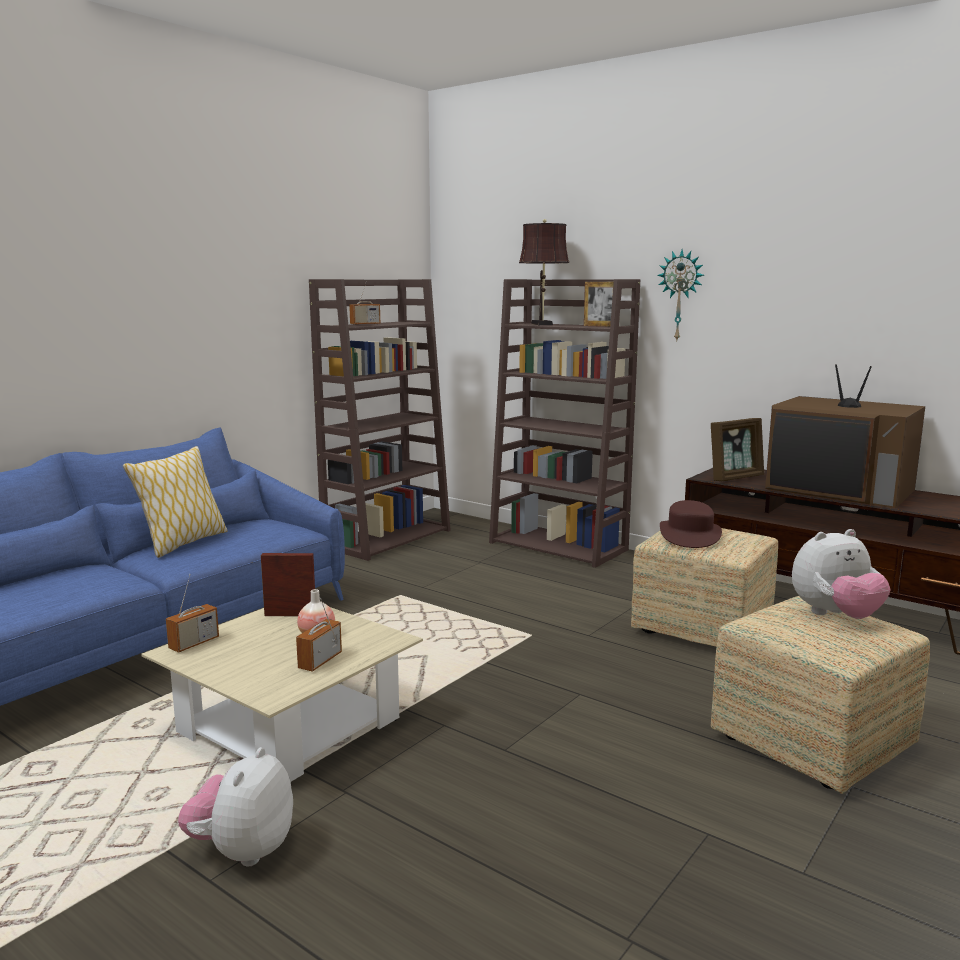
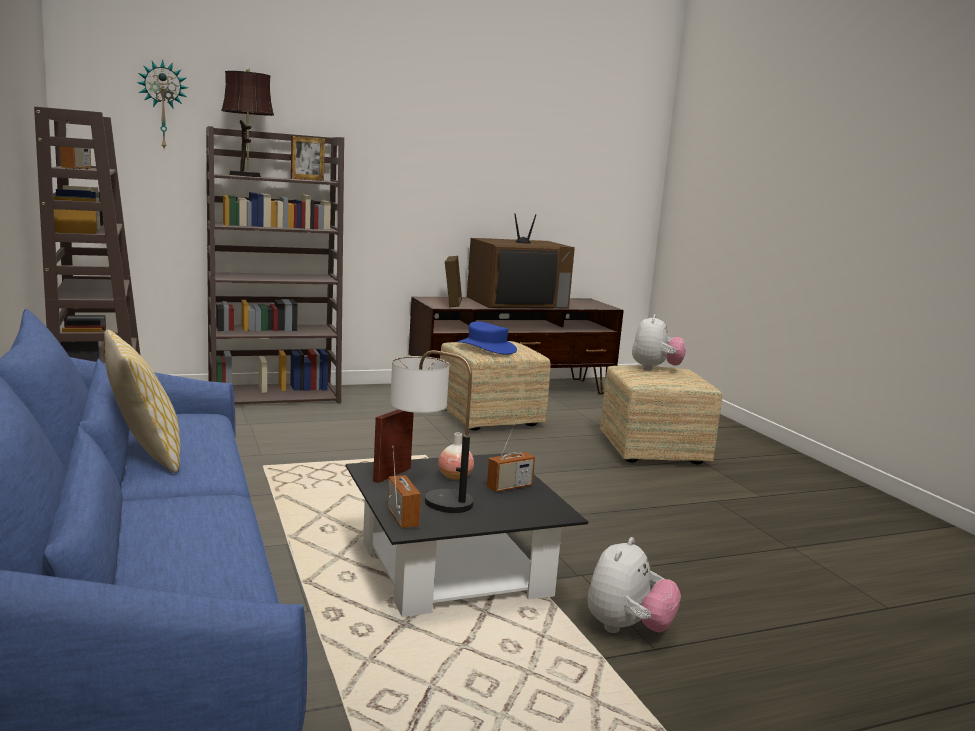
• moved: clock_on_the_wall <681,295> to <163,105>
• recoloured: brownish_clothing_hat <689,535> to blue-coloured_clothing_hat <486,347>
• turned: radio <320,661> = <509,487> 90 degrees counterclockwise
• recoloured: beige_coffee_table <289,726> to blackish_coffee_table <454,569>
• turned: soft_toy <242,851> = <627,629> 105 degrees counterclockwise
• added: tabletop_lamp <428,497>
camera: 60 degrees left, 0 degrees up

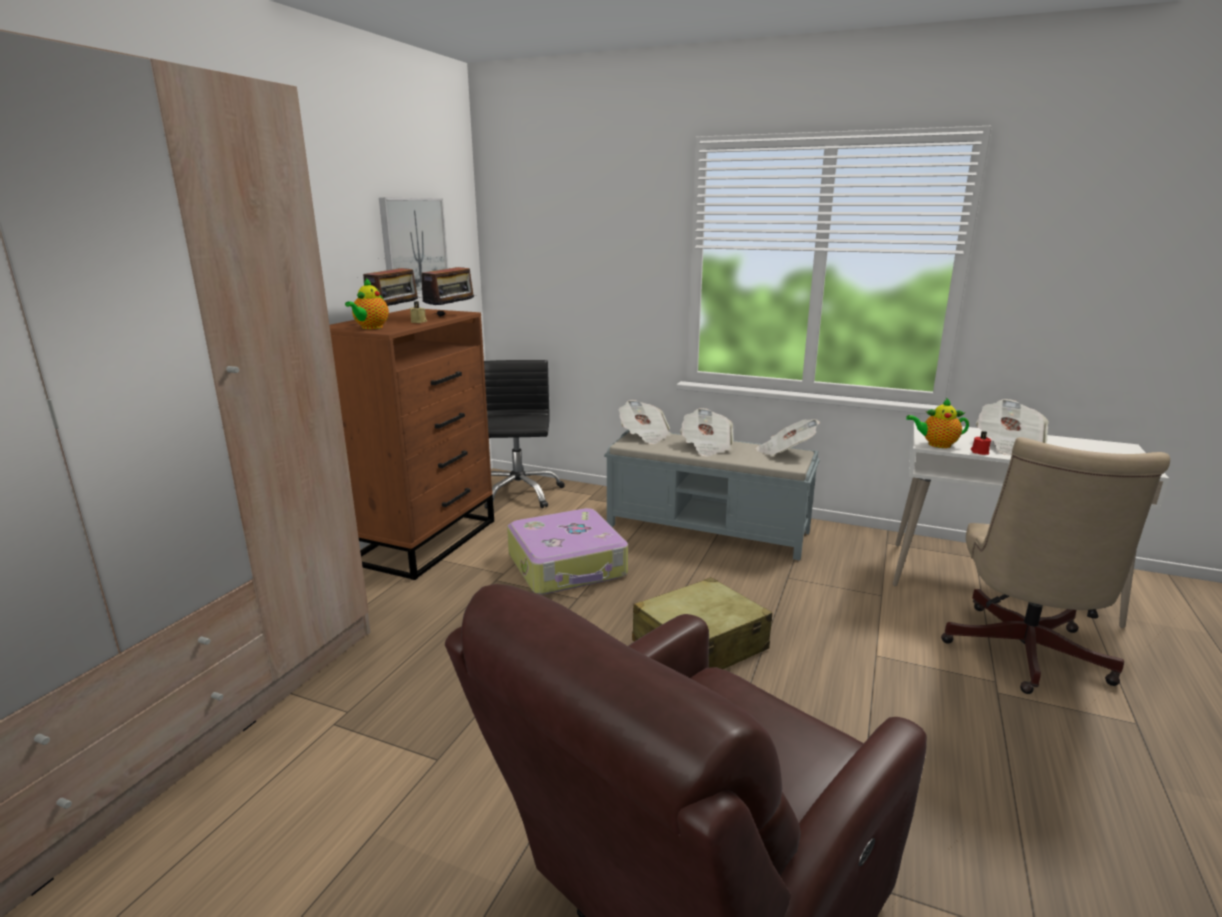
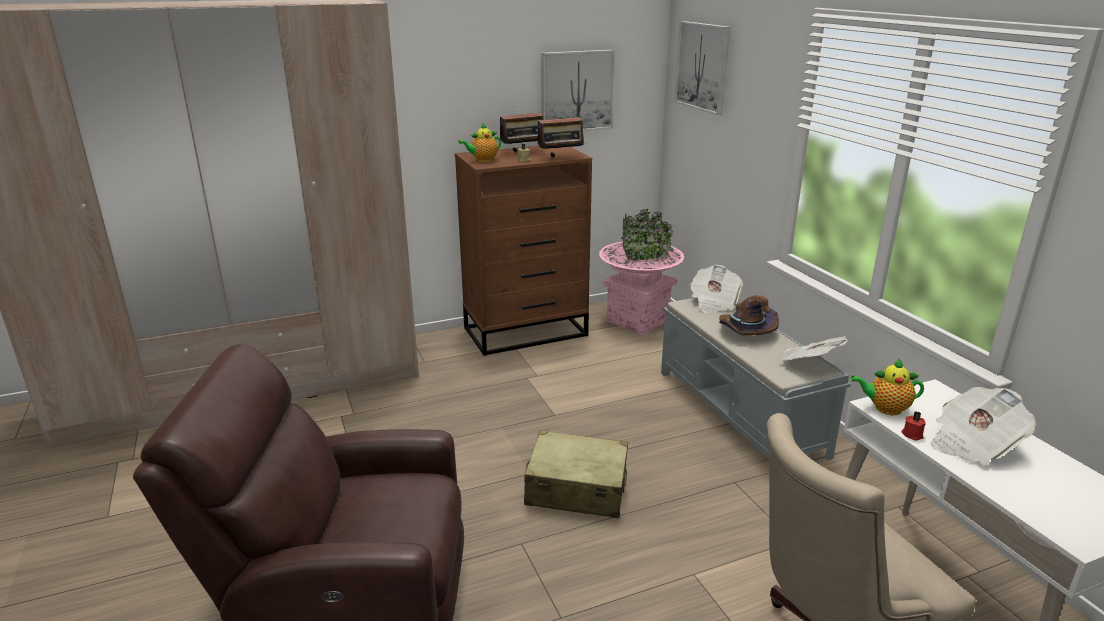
• replaced: blackish_desk_chair <518,493> to pinkish_planter <638,320>
• turned: tea_pot <936,444> = <885,408> 45 degrees counterclockwise
• replaced: newspaper <706,447> to brownish_clothing_hat <745,331>
• removed: piece_of_luggage <568,566>
• added: wall_art <703,66>
camera: 45 degrees right, 5 degrees up

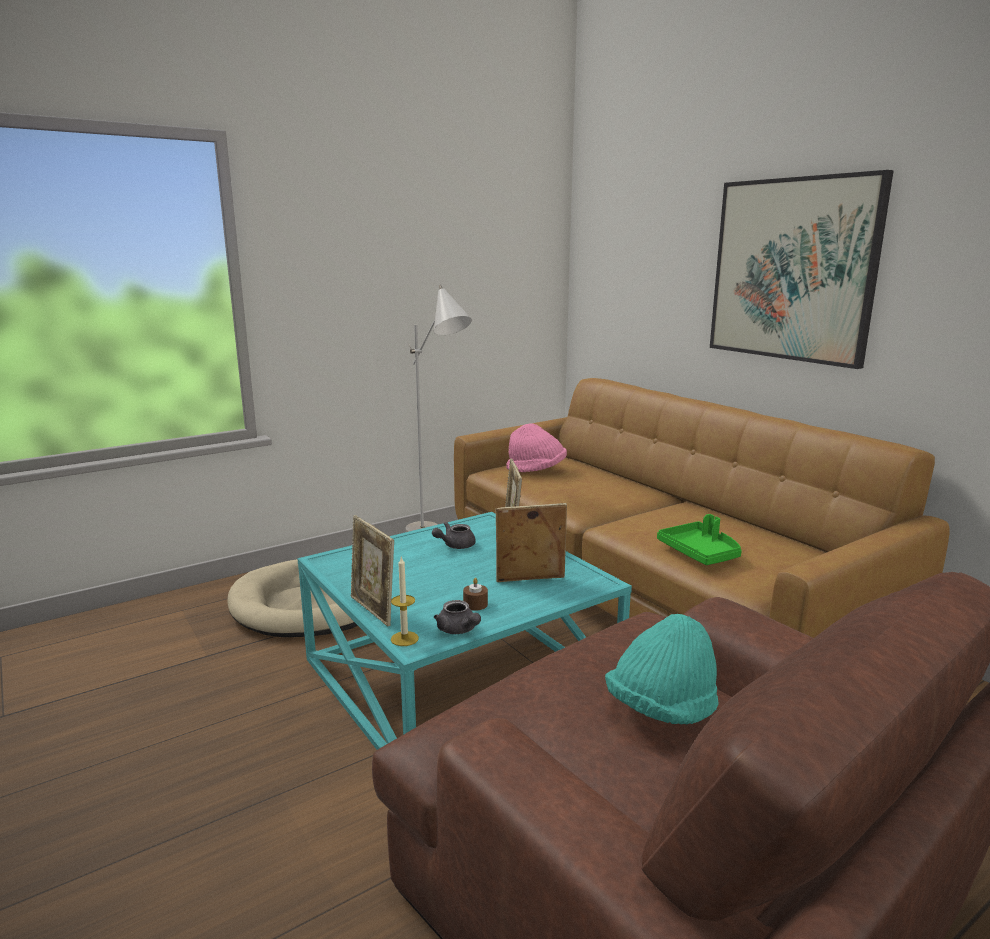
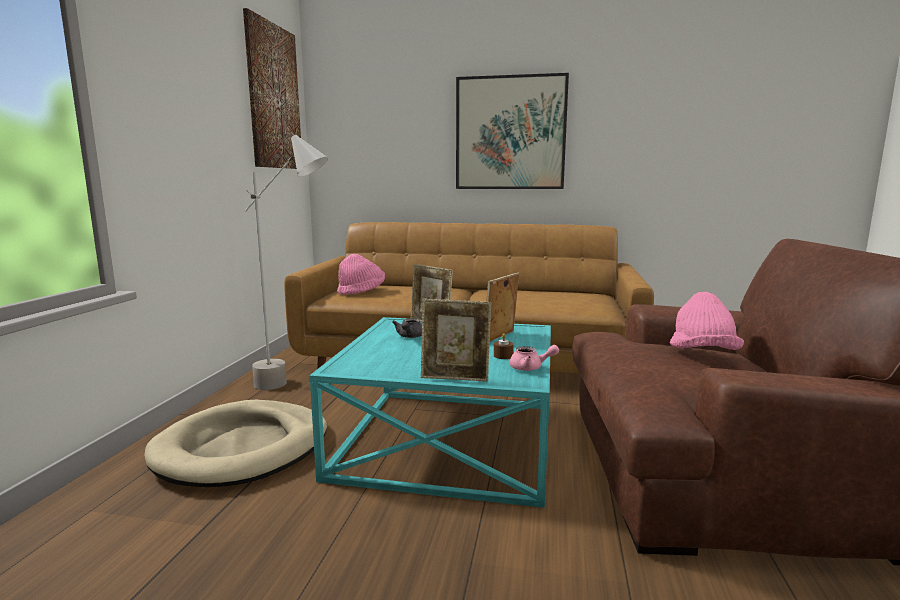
• removed: green_serving_tray <700,553>
• removed: wax_light <404,638>
• recoloured: greyish_tea_pot <458,630> to pinkish_tea_pot <530,368>
• recoloured: turquoise-coloured_clothing_hat <661,709> to pinkish_clothing_hat <702,354>
• added: wall_art <273,97>
camera: 45 degrees left, 5 degrees down

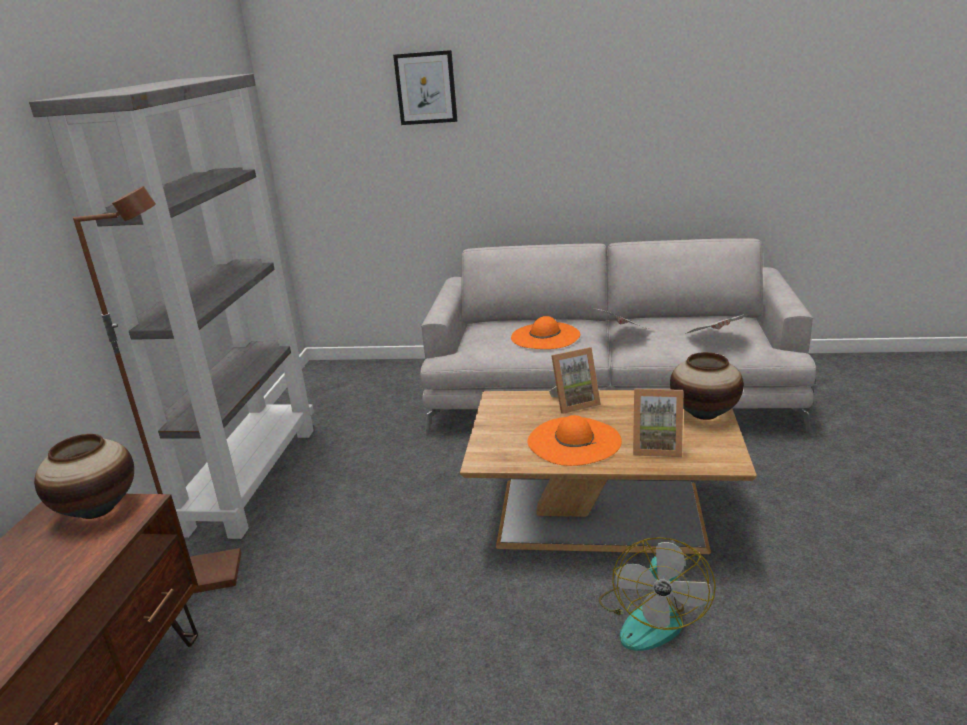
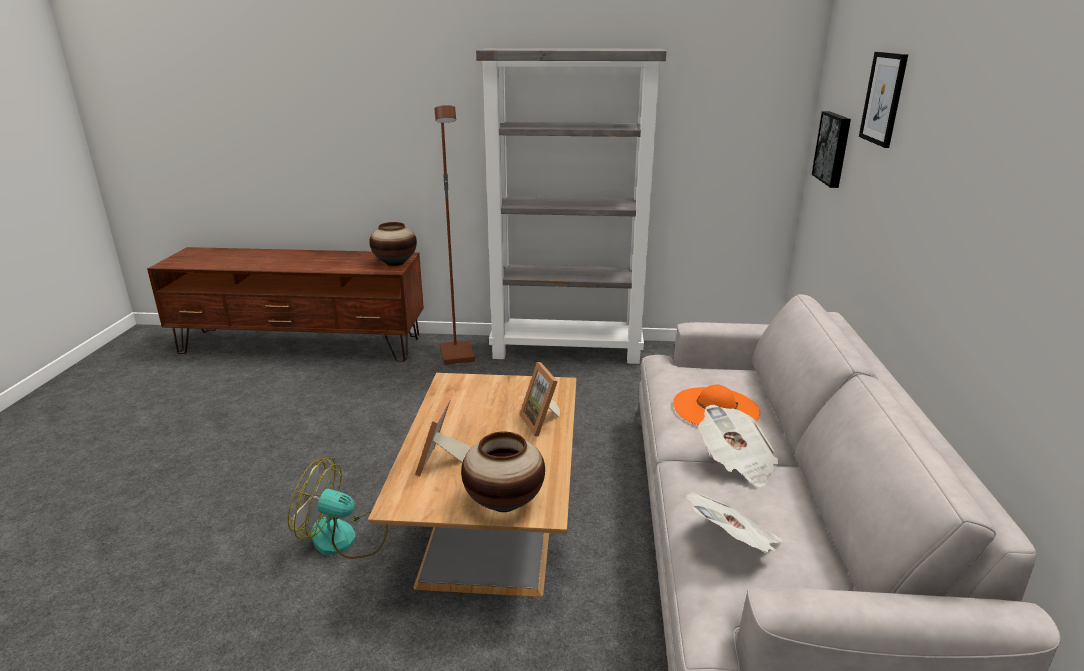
• removed: orange-coloured_clothing_hat <574,441>
• added: wall_art <834,148>
camera: 85 degrees right, 0 degrees up

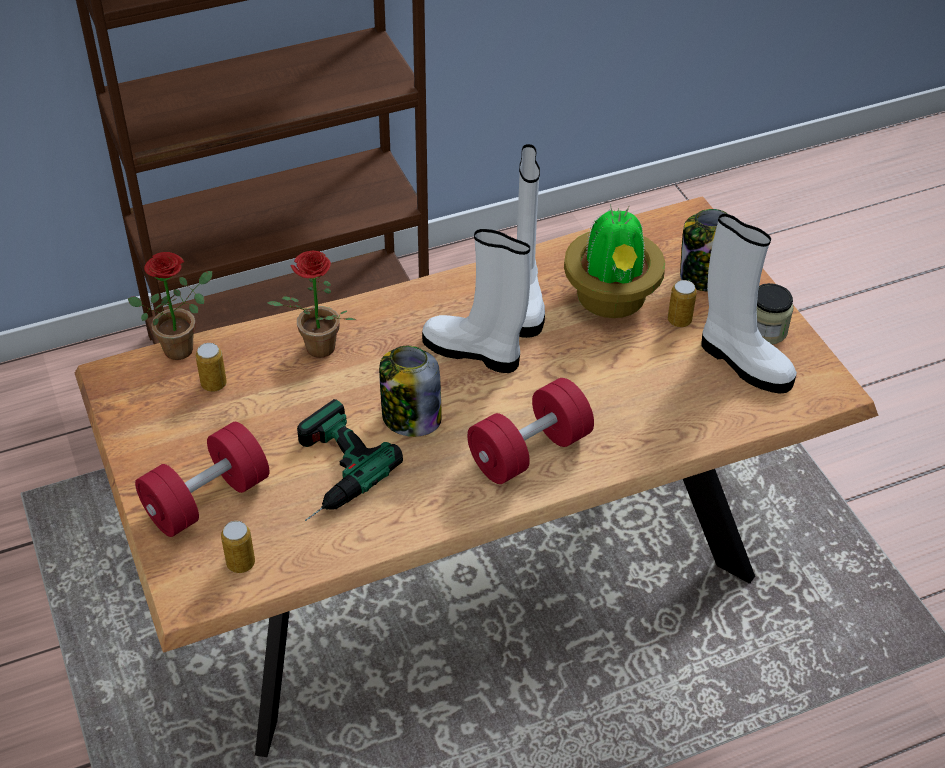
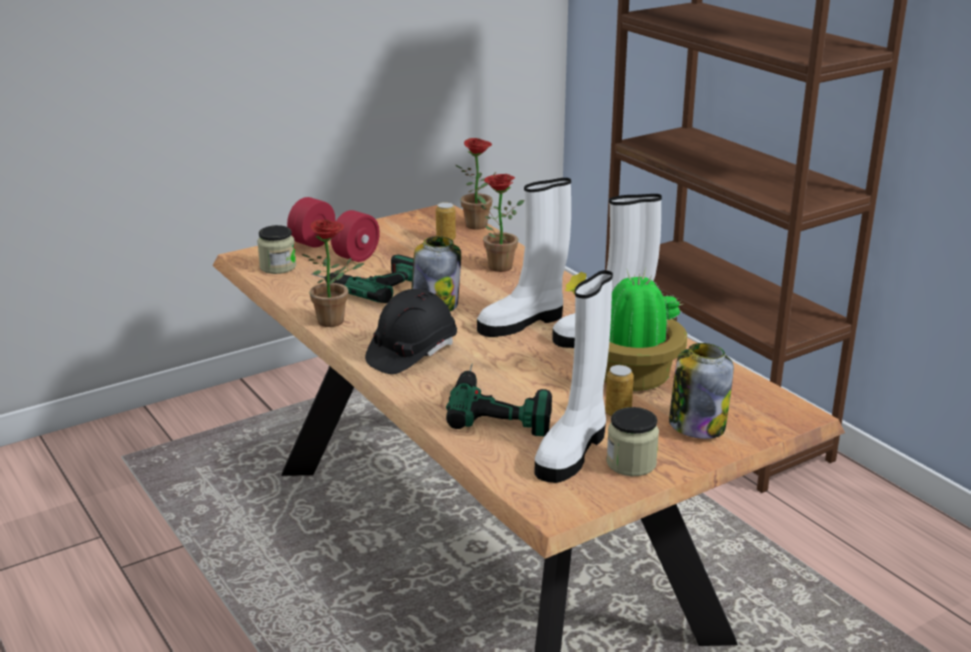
• turned: white_tall_boot <474,352> = <523,322> 135 degrees counterclockwise
• replaced: red-coloured_hand_weight <529,451> to blackish_work_helmet <412,353>
• replaced: sealed_can <241,563> to jar <278,267>
• added: potted_plant <336,321>
• added: drill <501,404>
camera: 80 degrees right, 20 degrees down

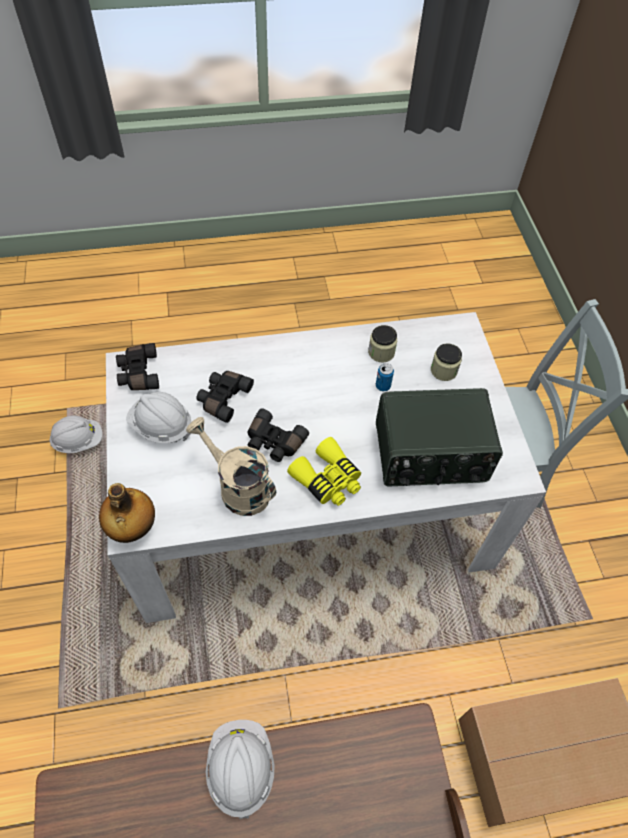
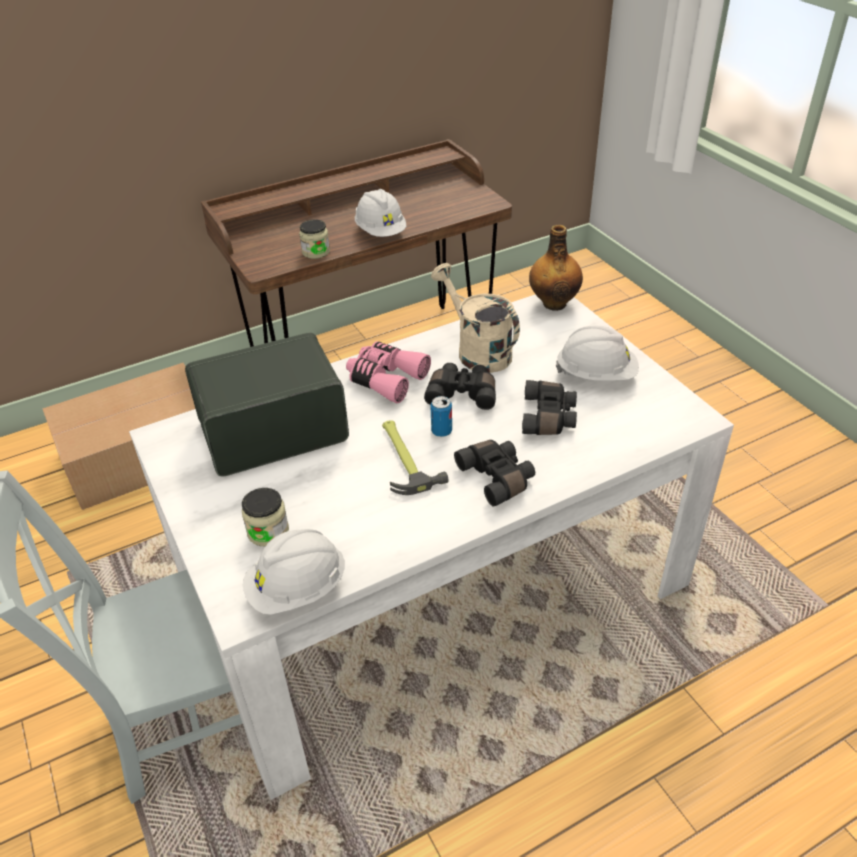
• moved: jar <381,352> to <316,252>
• moved: blackish_pair_of_binoculars <138,373> to <498,477>
• moved: sealed_can <383,386> to <441,431>
• moved: white_work_helmet <78,441> to <297,589>
• turned: beige_watering_can <237,487> = <477,350> 150 degrees counterclockwise
• recoloured: yellow_pair_of_binoculars <328,479> to pinkish_pair_of_binoculars <385,379>
• added: tool_hammer <404,458>
camera: 165 degrees right, 15 degrees down

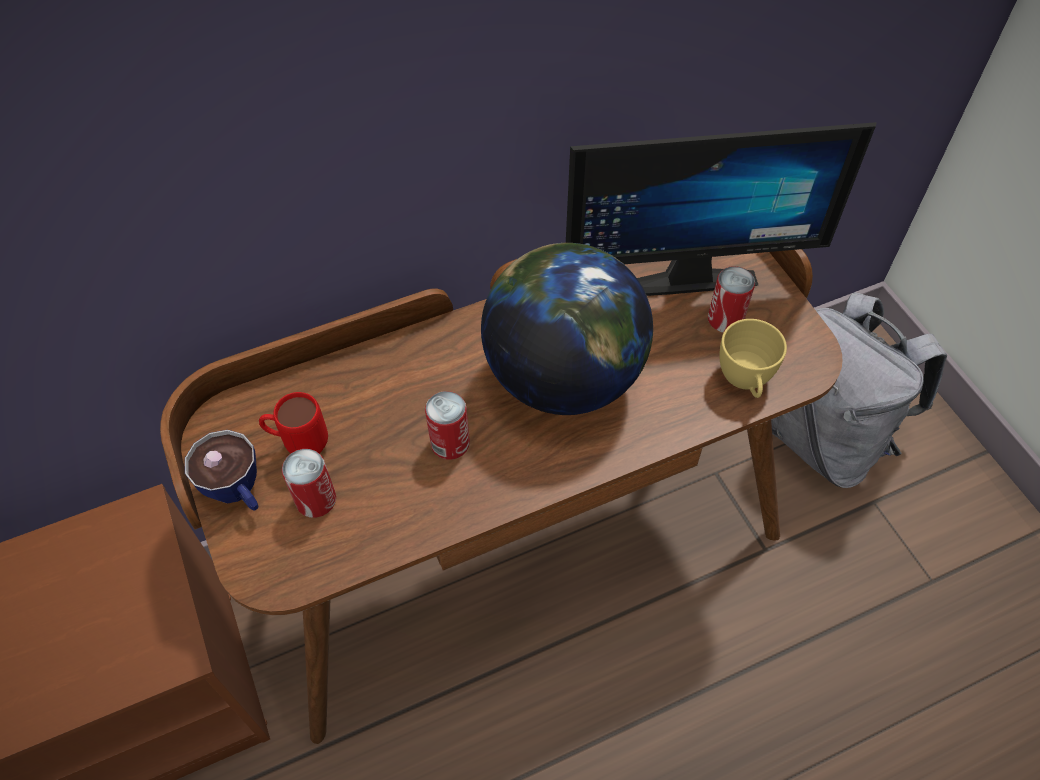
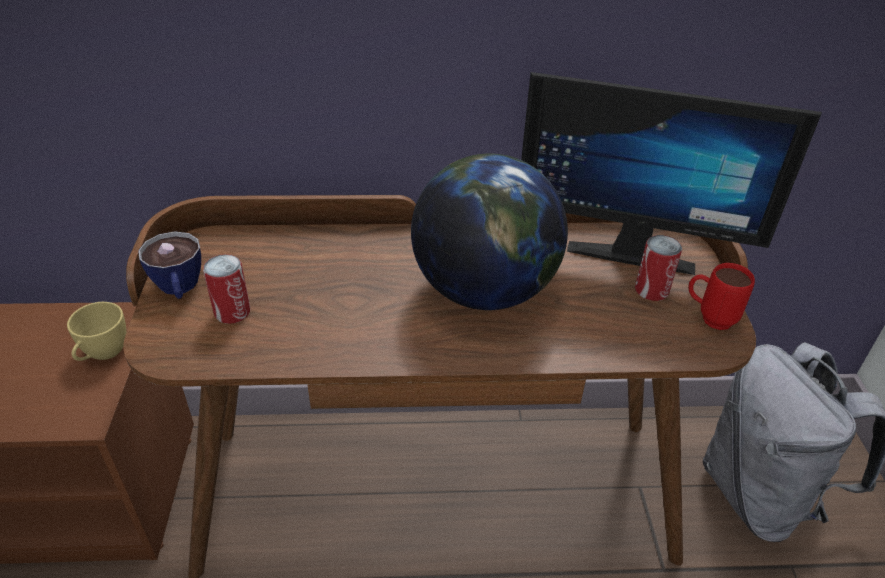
• moved: yellow_drinking_cup <745,381> to <103,354>
• removed: sealed_can <450,443>
• moved: red-coloured_coffee_mug <299,445> to <708,318>
camera: 20 degrees right, 15 degrees down

